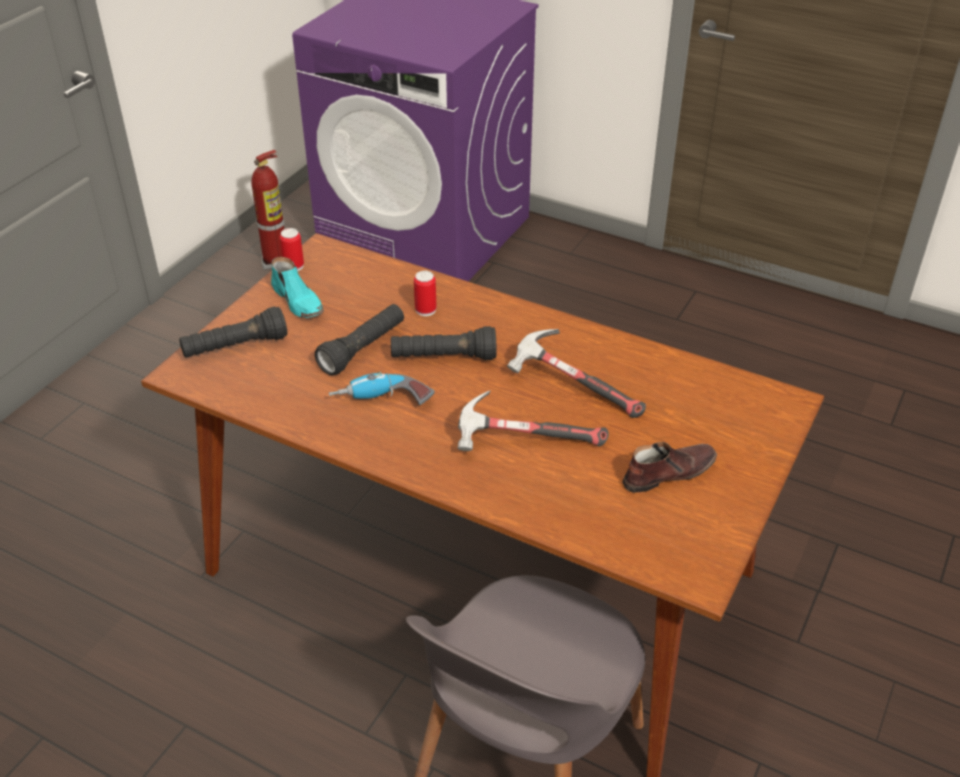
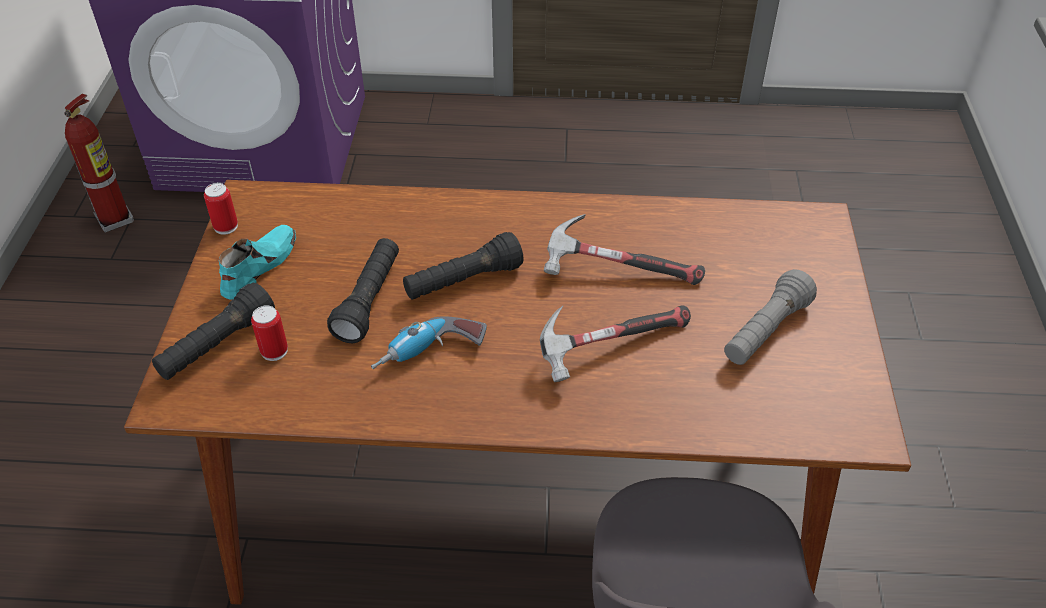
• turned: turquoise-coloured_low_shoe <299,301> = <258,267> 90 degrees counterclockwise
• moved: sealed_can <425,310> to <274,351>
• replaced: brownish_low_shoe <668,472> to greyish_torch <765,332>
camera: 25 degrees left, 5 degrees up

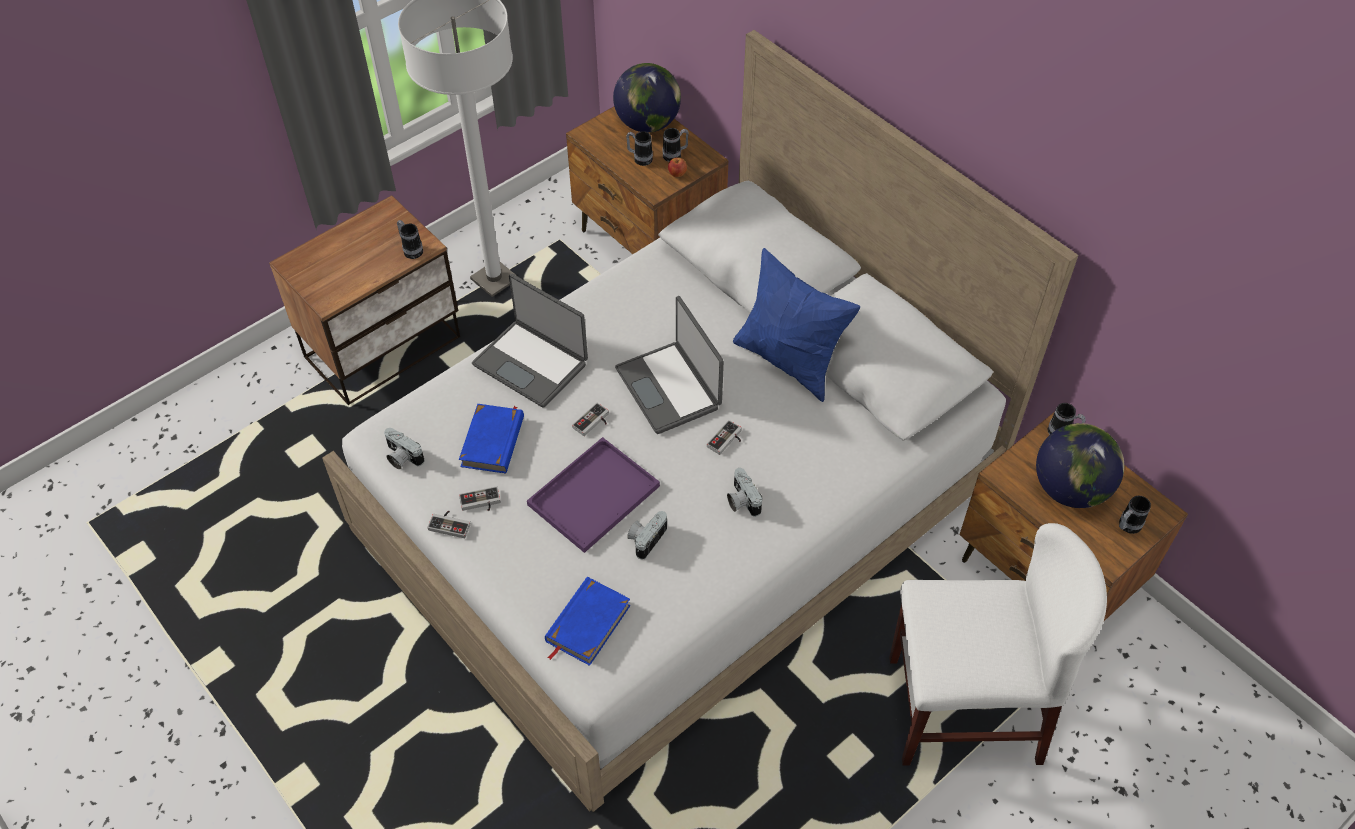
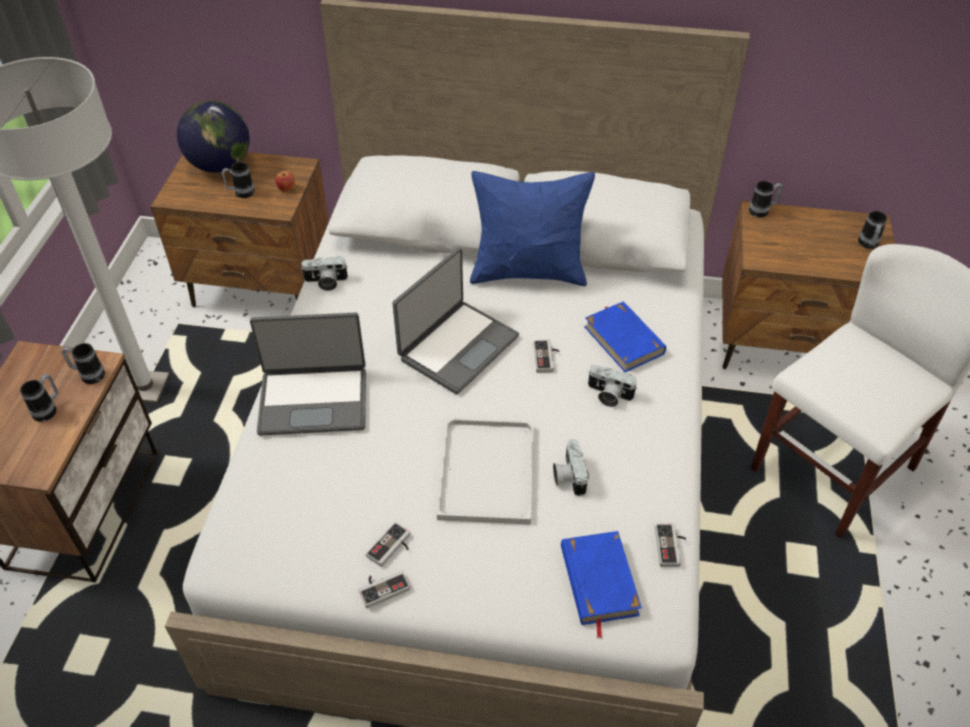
• moved: coffee_mug <675,155> to <48,409>
• turned: laptop <670,388> = <457,347> 75 degrees counterclockwise
• moved: joypad <593,423> to <671,547>
• moved: blue-coloured_bound_book <493,441> to <624,340>
• removed: desk_globe <1069,489>
• moved: still_camera <401,457> to <325,282>
• recoloured: purplish_serving_tray <594,493> to white_serving_tray <485,469>
camera: 40 degrees left, 5 degrees down

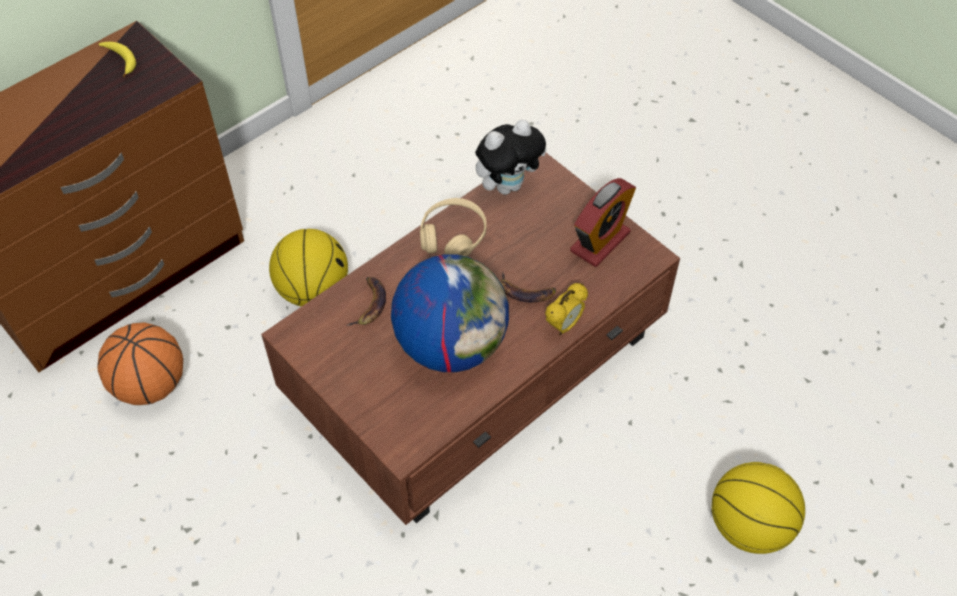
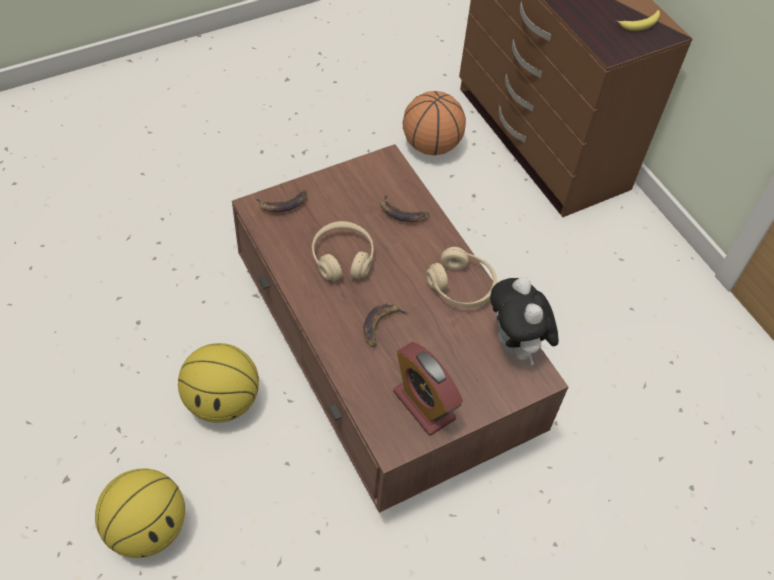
• moved: ball_for_basketball <313,290> to <222,401>
• replaced: desk_globe <451,344> to beige_pair_of_headphones <342,258>
• removed: alarm_clock <564,325>
• added: whole_banana <283,203>
camera: 100 degrees right, 0 degrees up

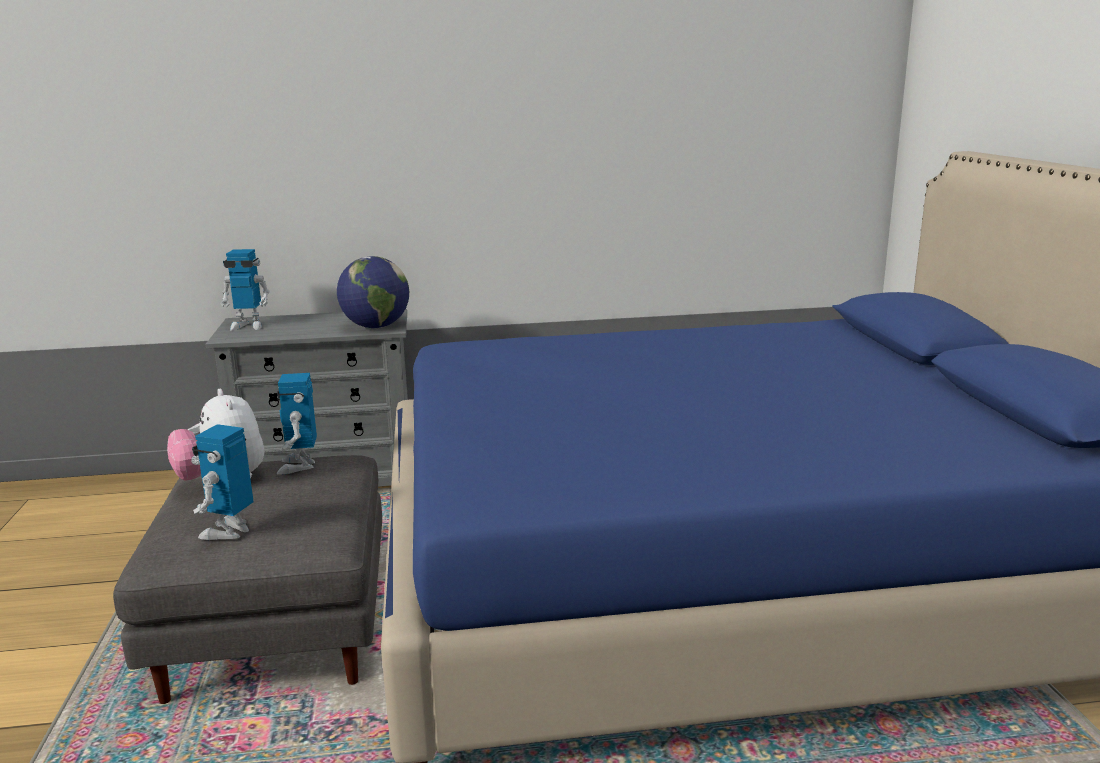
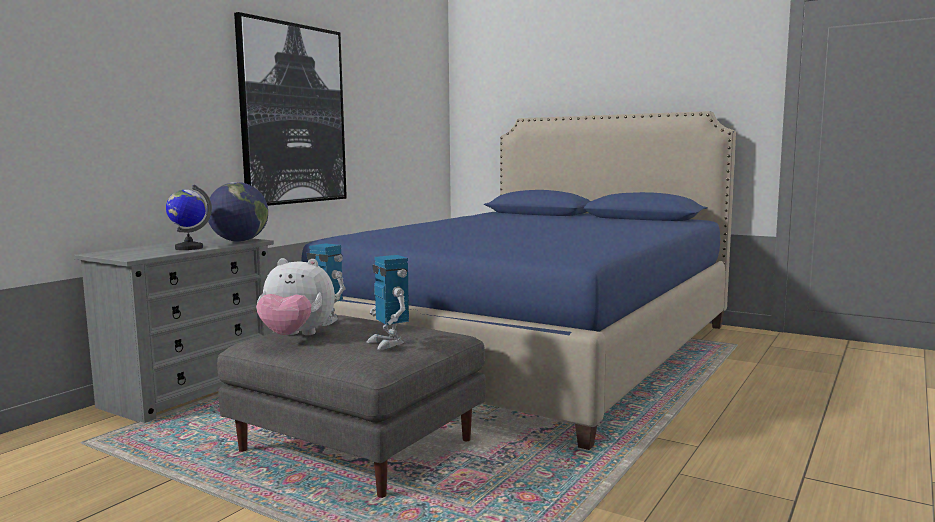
• removed: toy_robot <249,326>
• added: wall_art <293,114>
• added: desk_globe <188,248>
camera: 50 degrees left, 10 degrees down

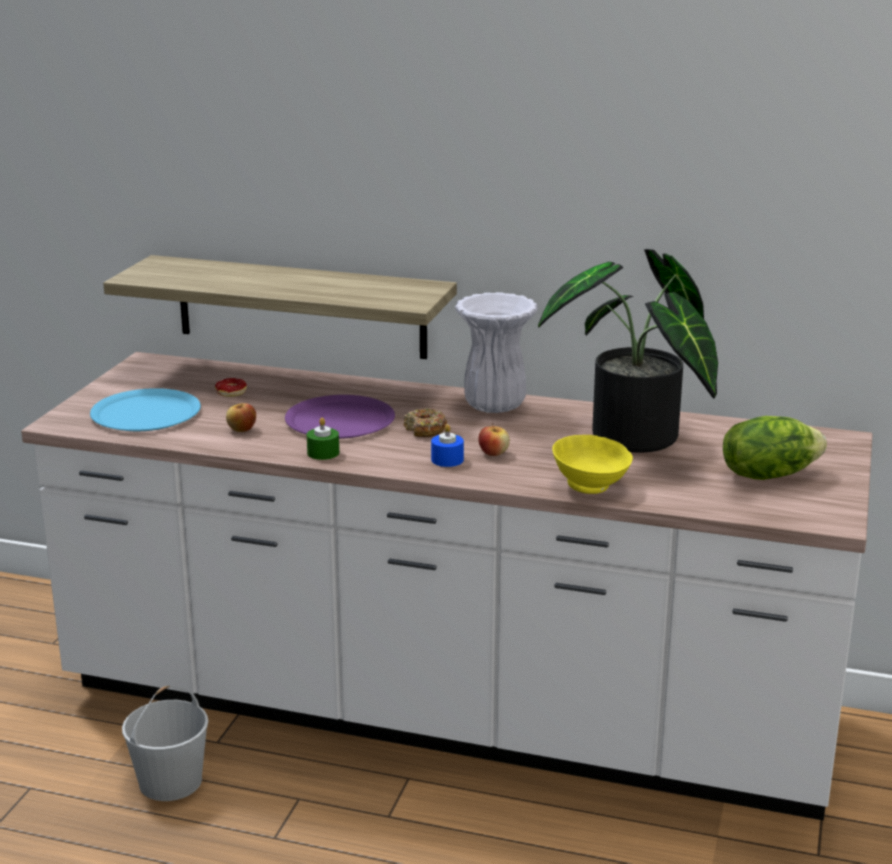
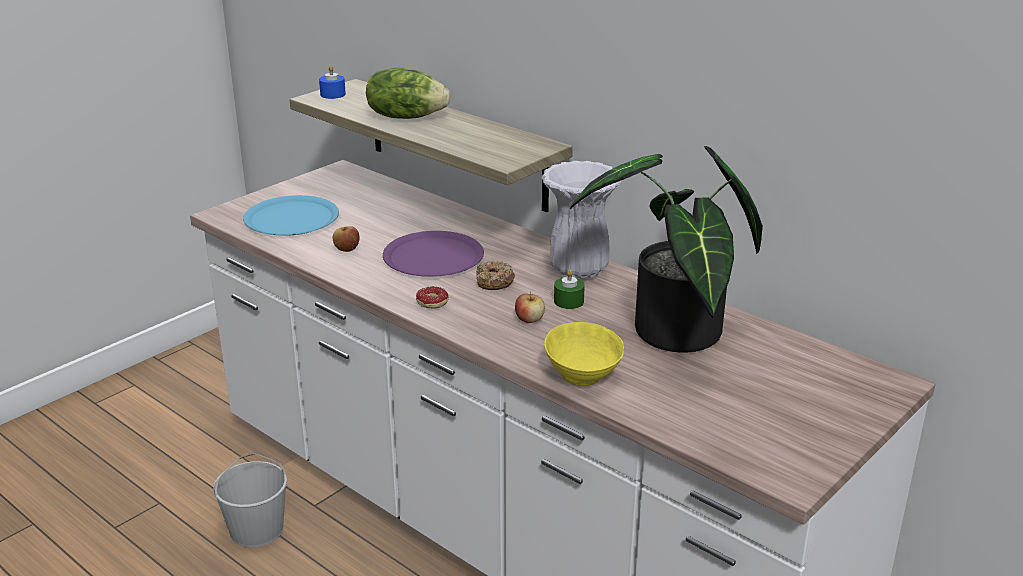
• moved: donut <230,395> to <429,305>
• moved: head_of_lettuce <768,474> to <406,116>
• moved: green_wax_light <323,453> to <568,301>
• moved: blue-coloured_wax_light <447,460> to <333,94>
camera: 25 degrees right, 5 degrees up

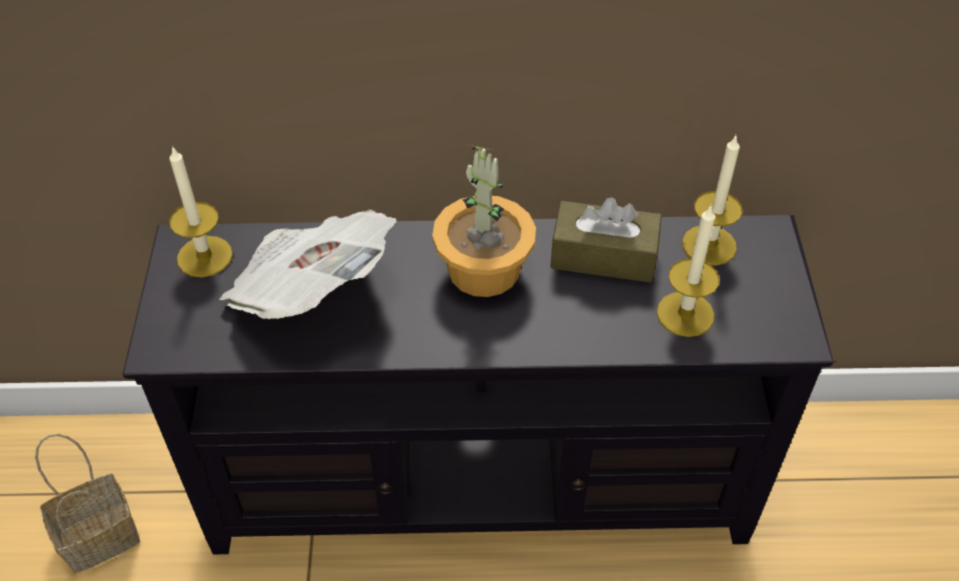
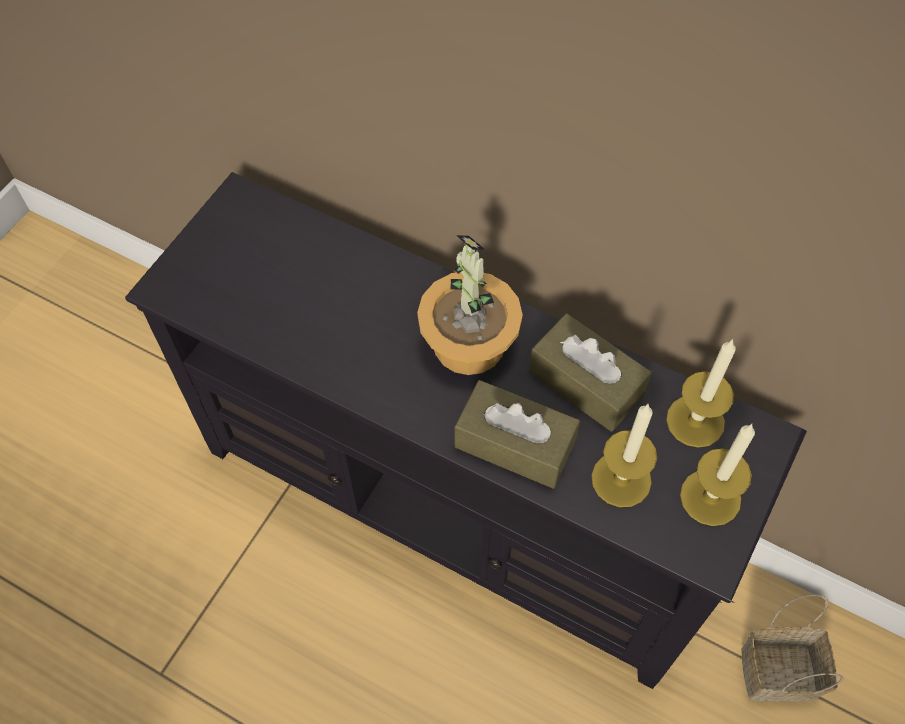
• moved: wax_light <204,256> to <710,497>
• removed: newspaper <311,291>
• moved: basket <101,534> to <781,671>
• added: brownish_tissue_box <514,444>
camera: 30 degrees right, 10 degrees up

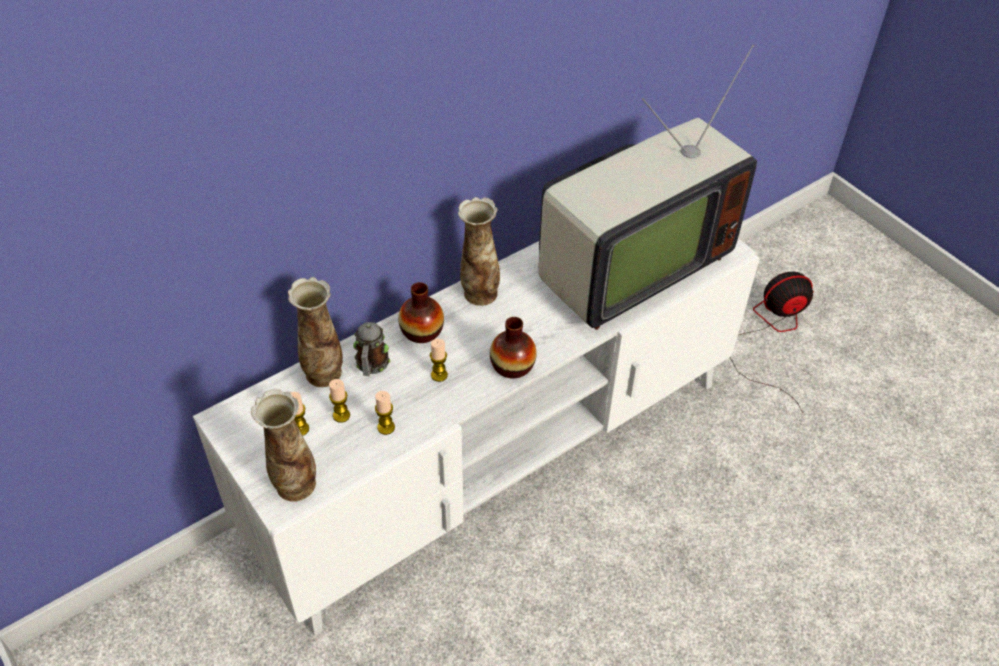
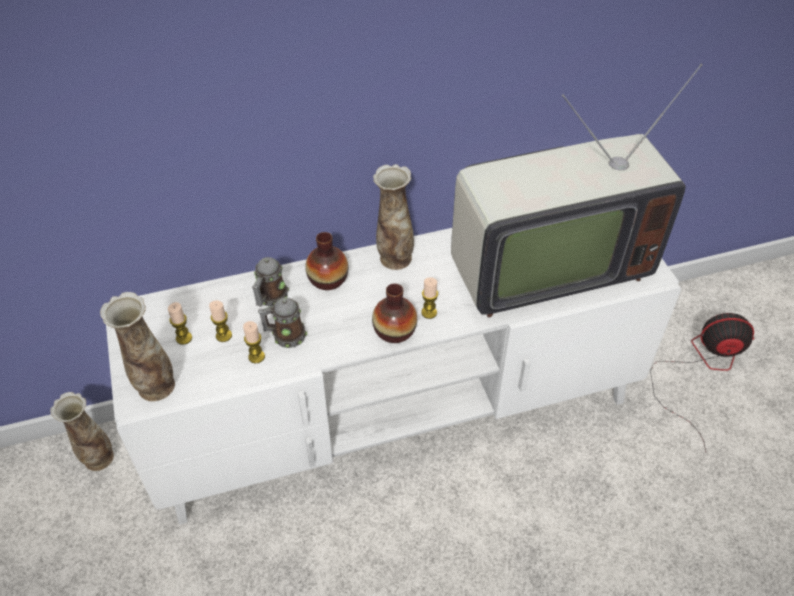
• moved: vase <323,374> to <98,459>
• moved: wax_light <439,375> to <429,312>
• added: coffee_mug <285,336>
camera: 20 degrees right, 0 degrees up

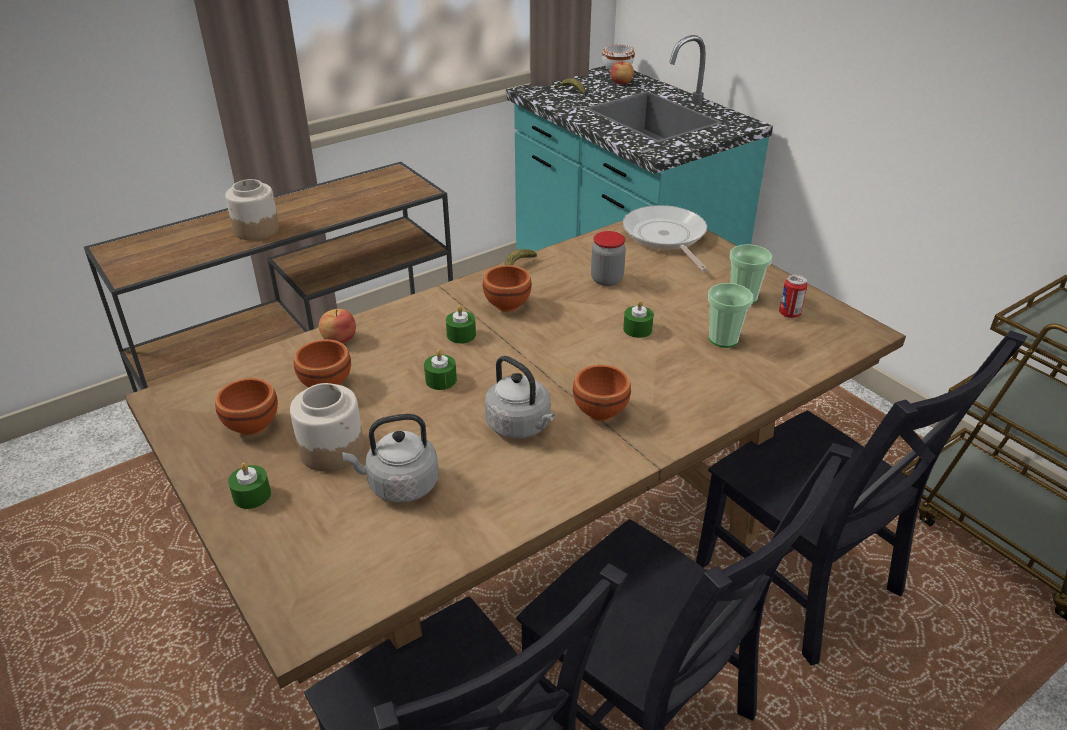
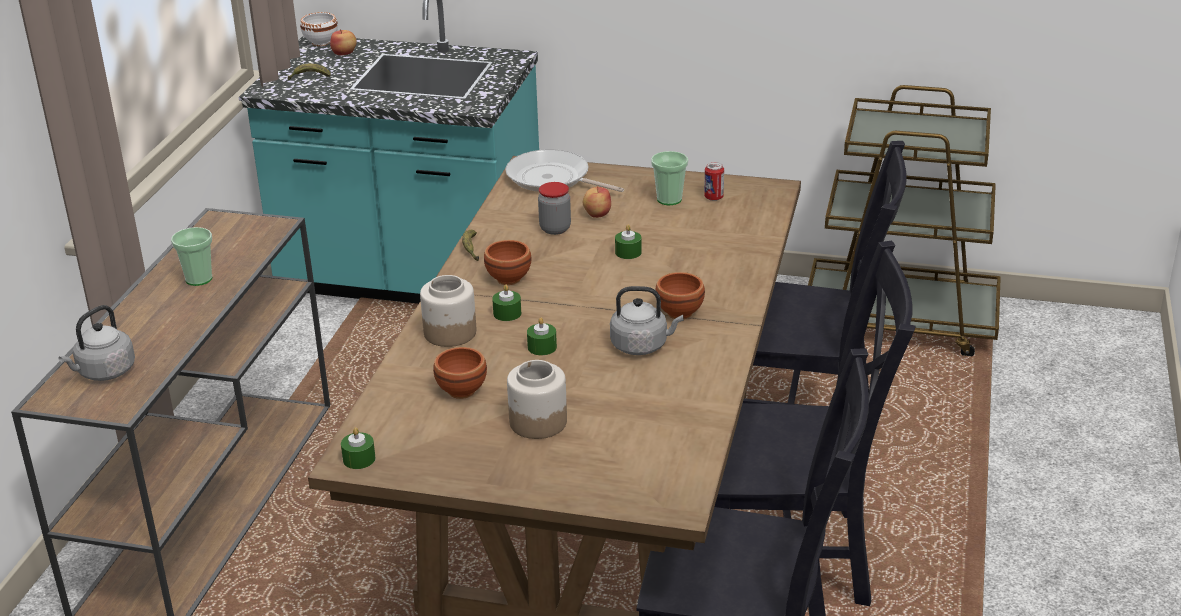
• moved: jar <256,230> to <449,333>
• moved: drinking_cup <723,339> to <199,279>
• moved: whole_apple <339,339> to <597,214>
• removed: brownish_serving_bowl <251,425>
• moved: greyish_tea_kettle <399,485> to <104,372>
• moved: green_wax_light <252,495> to <359,459>
camera: 40 degrees left, 5 degrees down

